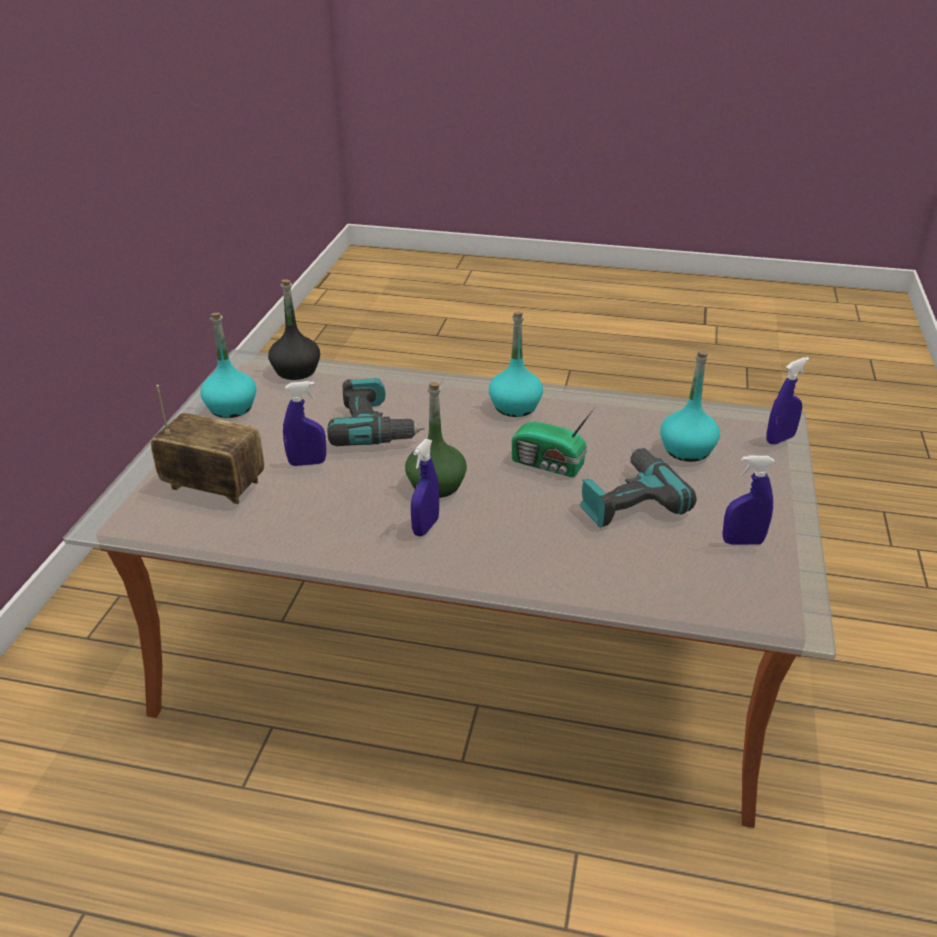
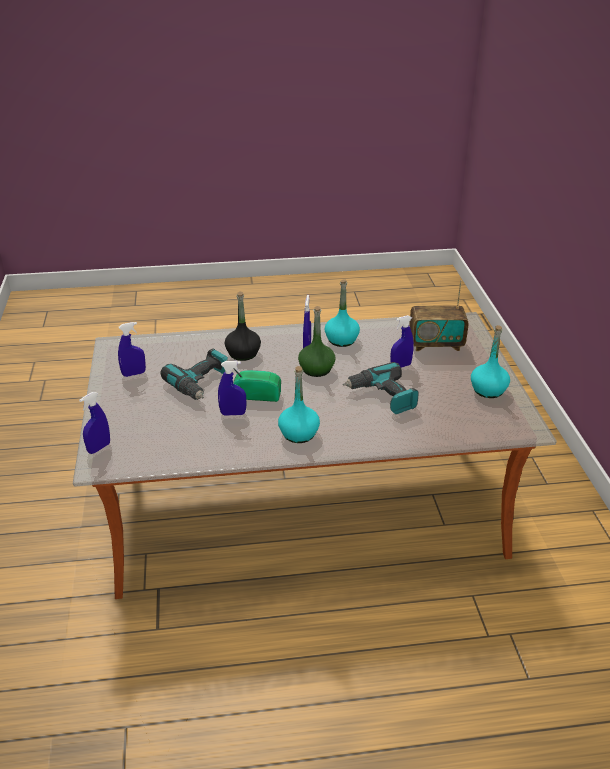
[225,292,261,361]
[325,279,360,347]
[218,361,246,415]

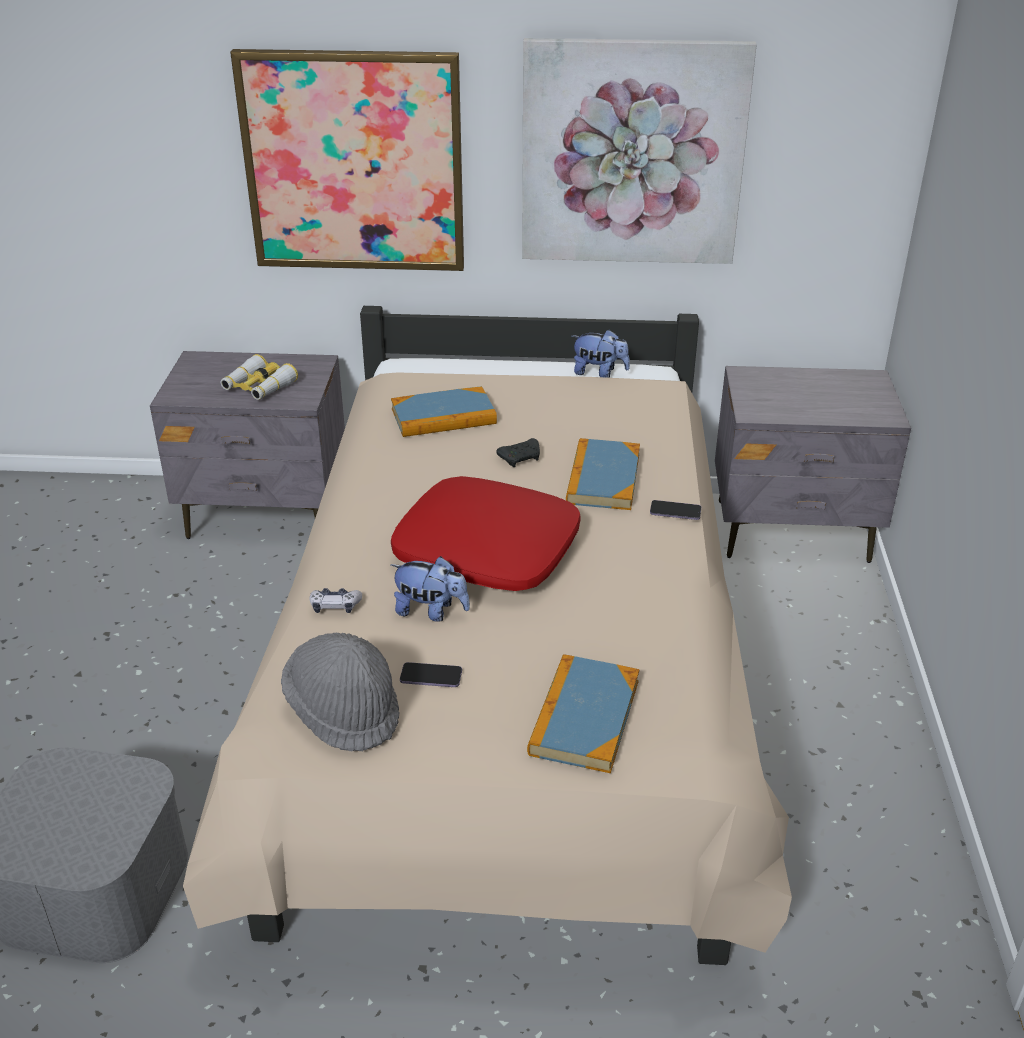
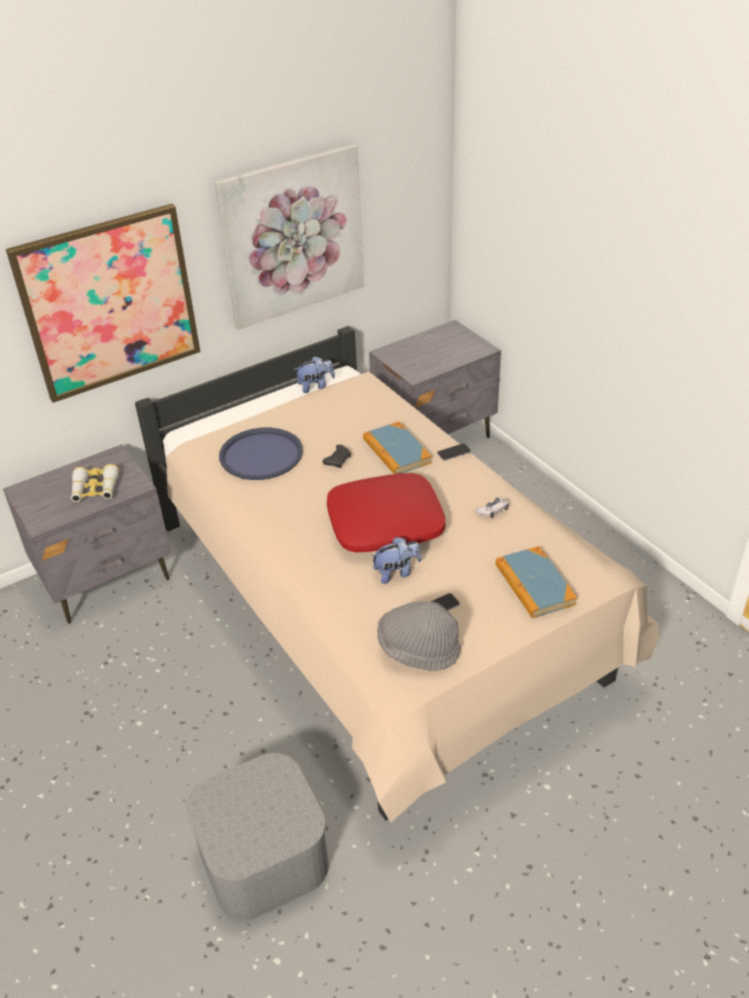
[219,428,303,480]
[475,497,509,518]

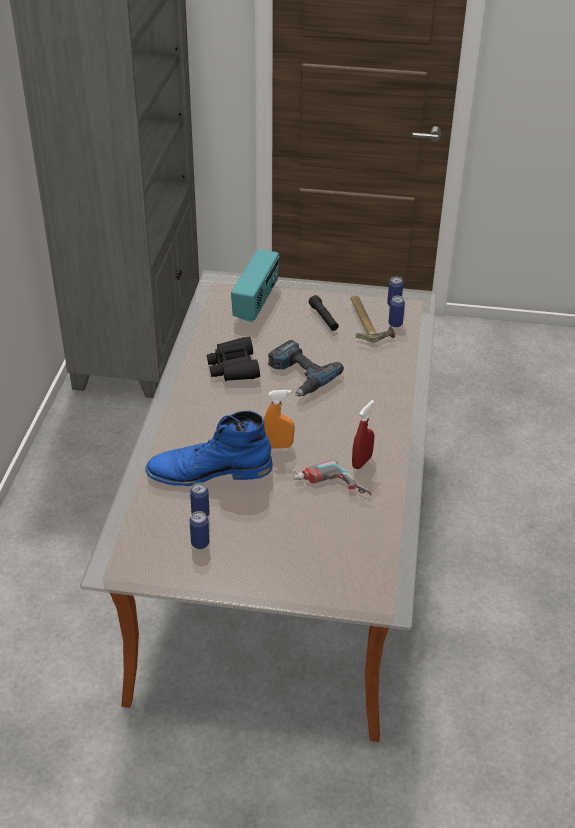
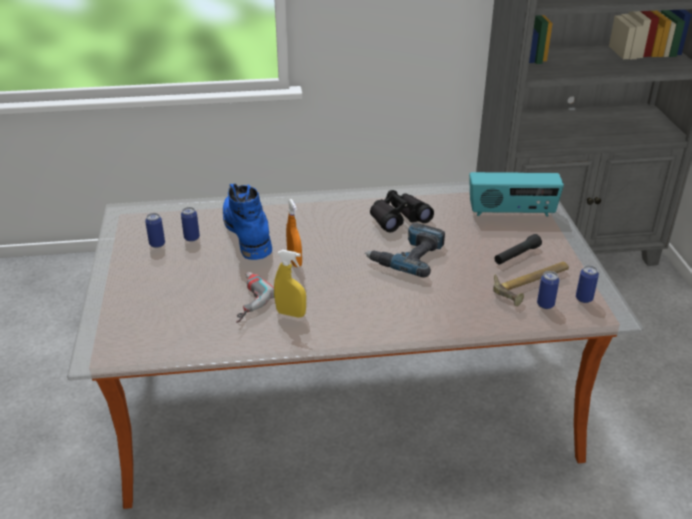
[274,250,306,318]

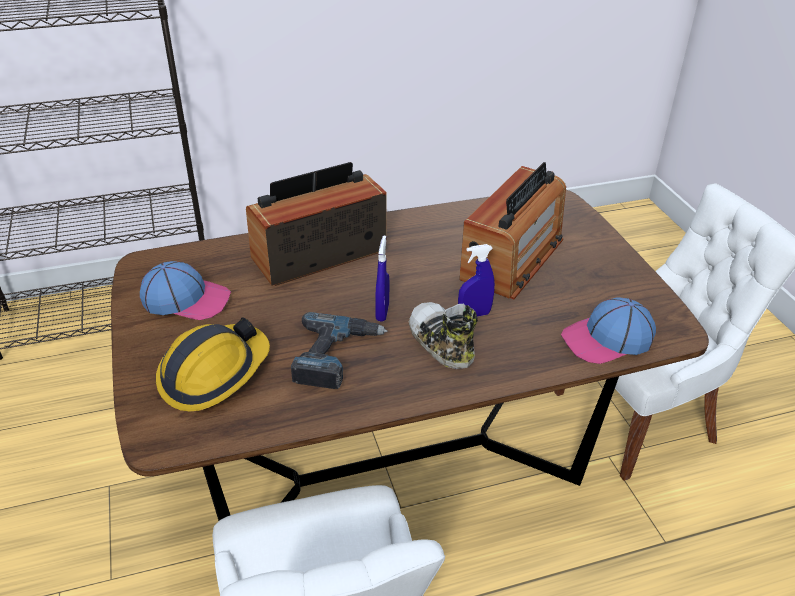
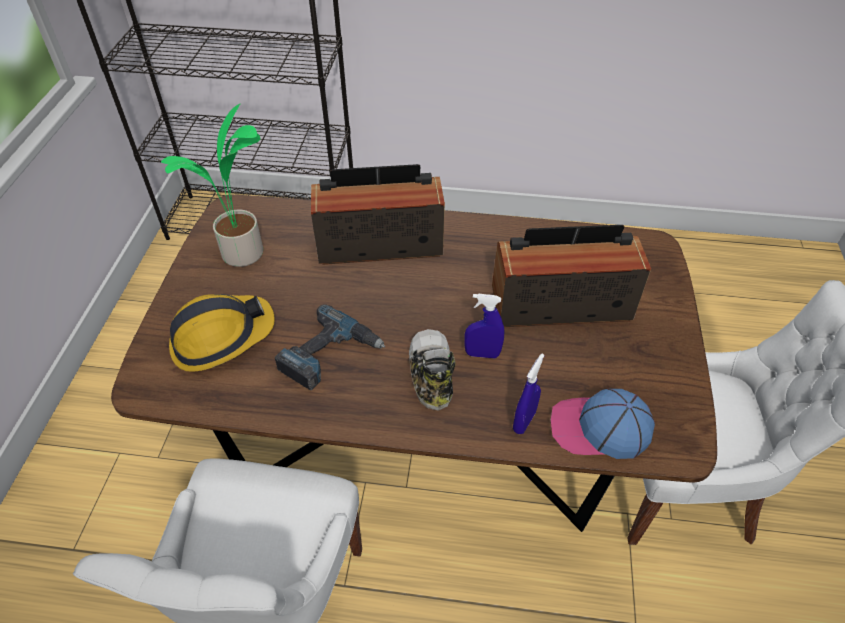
[492,225,651,327]
[513,354,545,434]
[161,103,263,267]

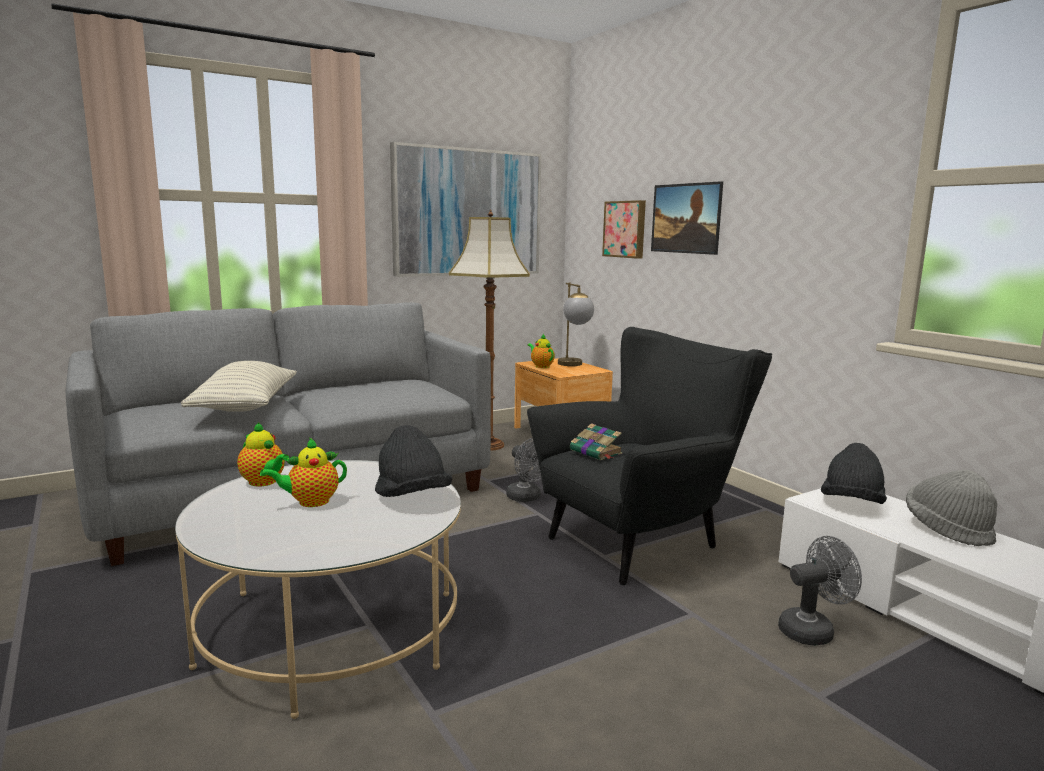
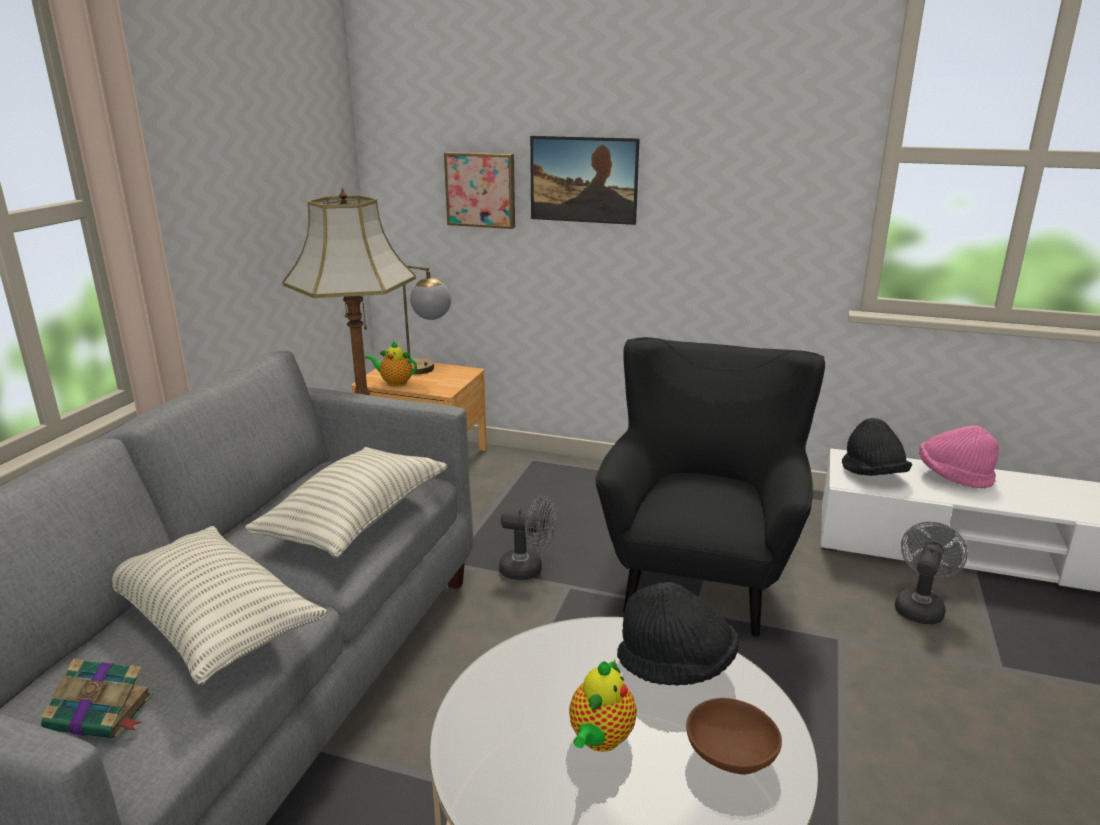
[390,142,541,277] (first image)
[237,422,289,486] (first image)
[41,659,153,738]
[919,425,999,488]
[245,447,447,558]
[686,698,782,775]

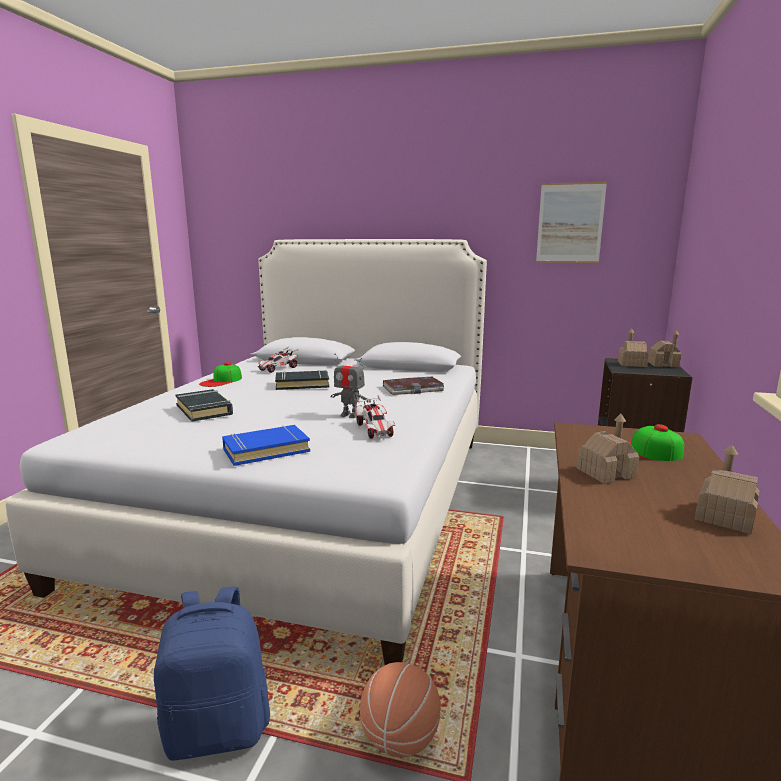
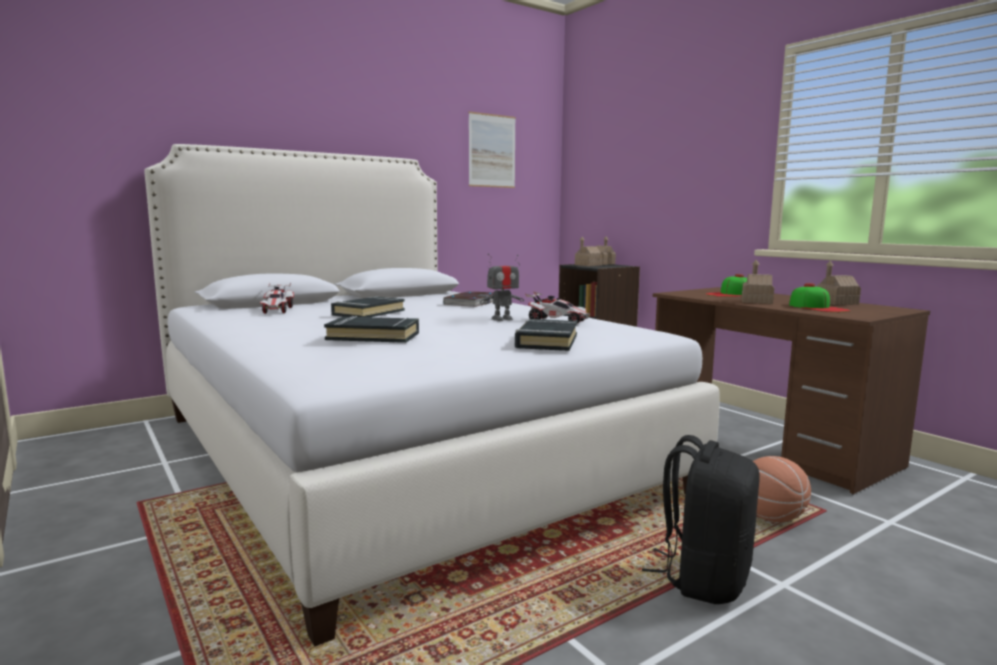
[789,283,850,312]
[515,319,577,351]
[642,435,760,604]

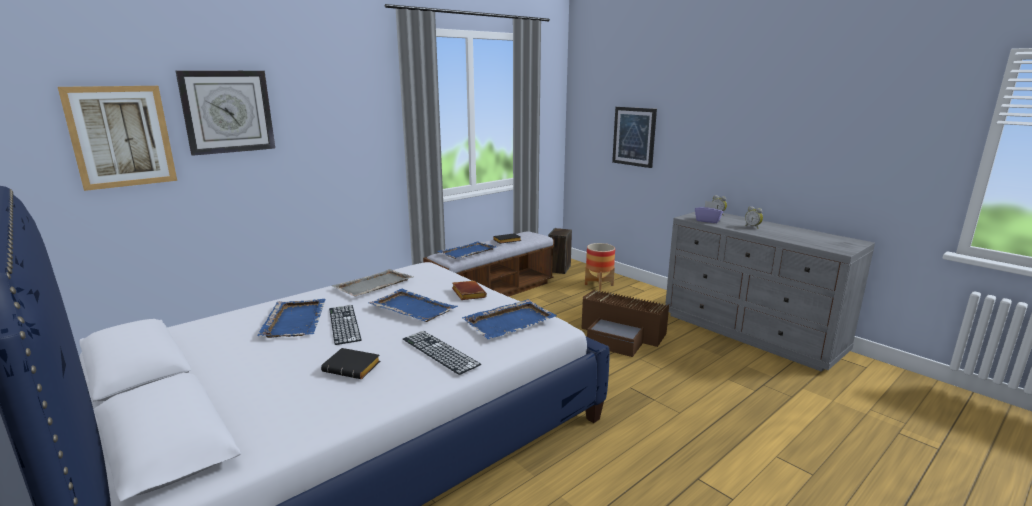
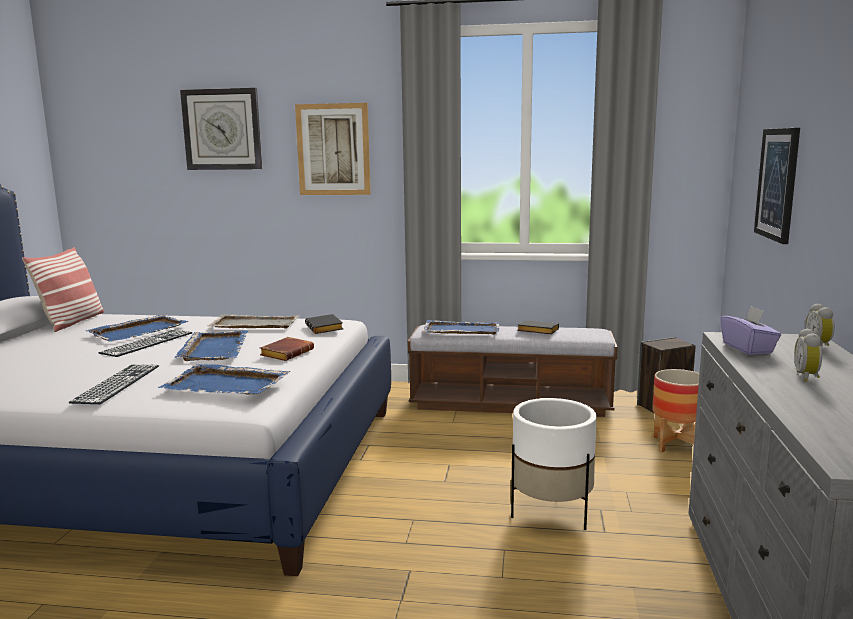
[295,103,371,195]
[511,398,597,530]
[305,314,343,334]
[22,247,104,332]

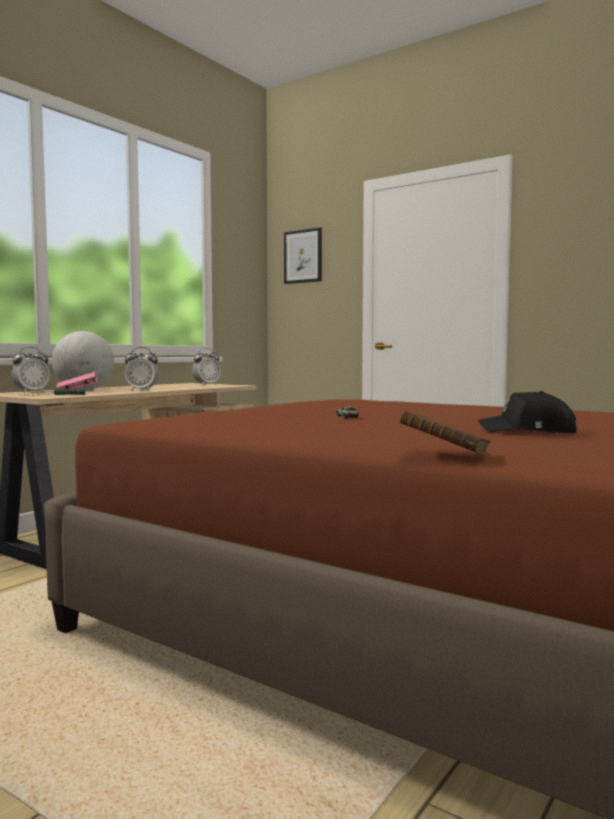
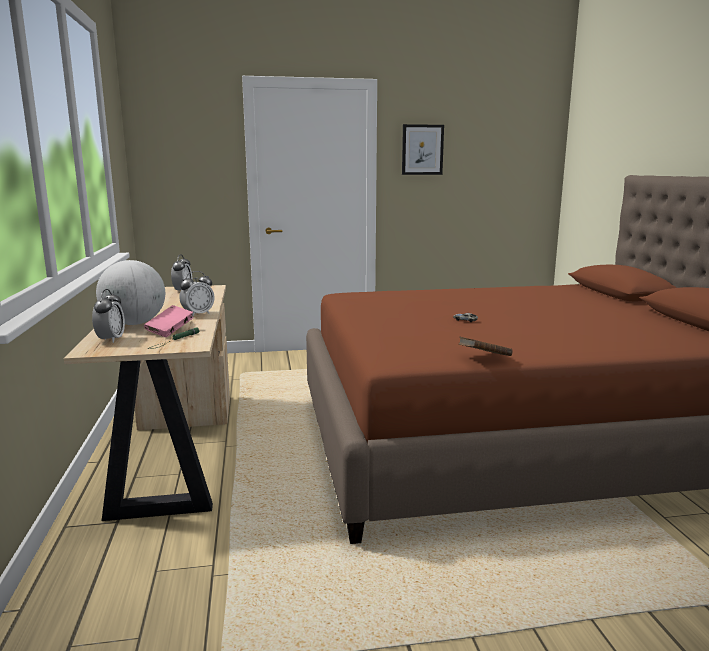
[402,124,444,175]
[478,391,577,433] (first image)
[459,337,513,356]

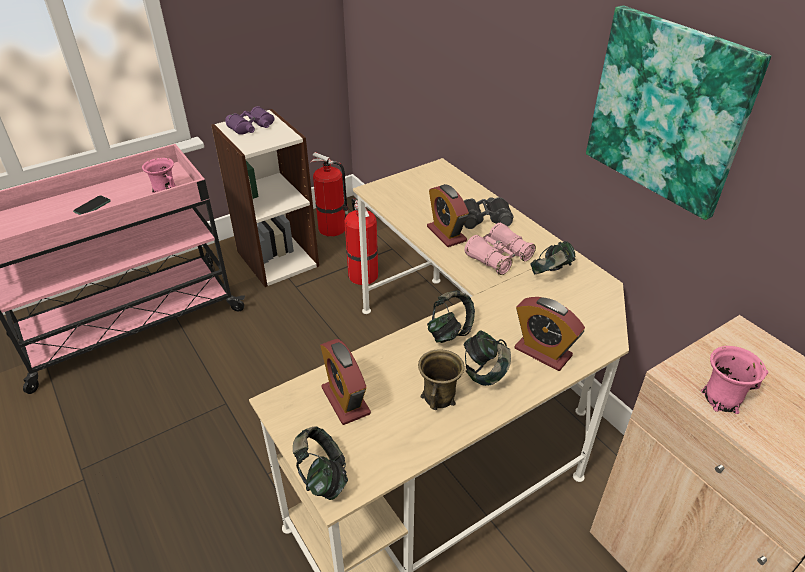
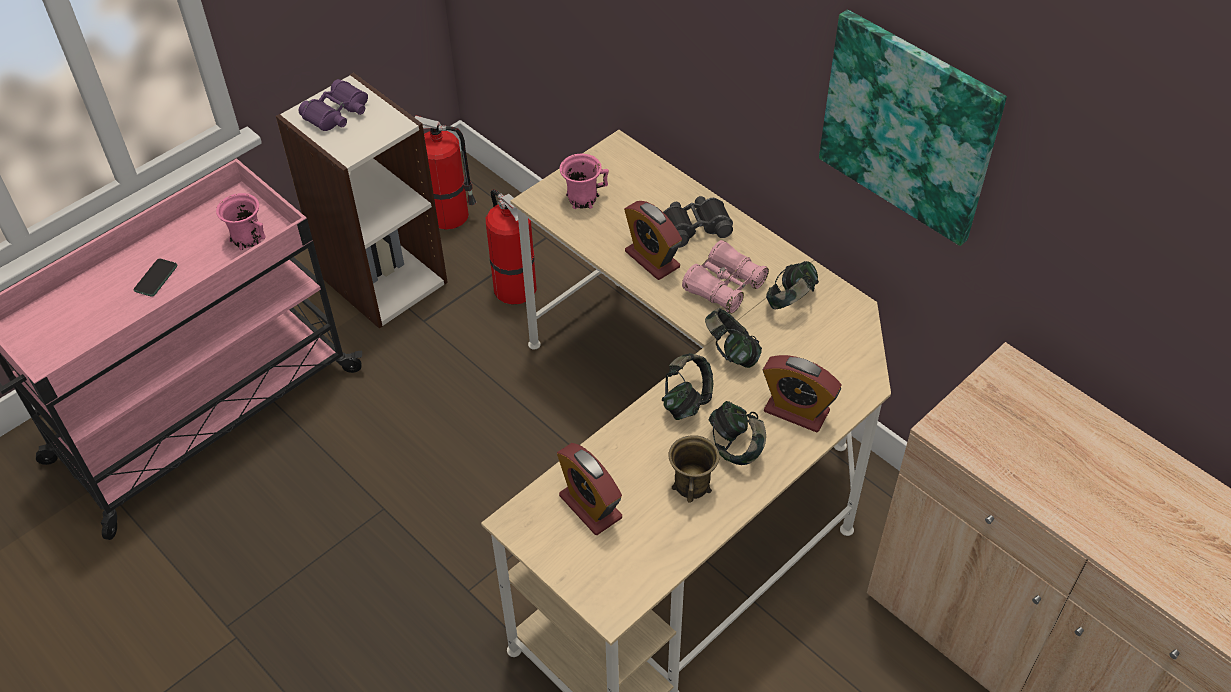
[560,154,609,209]
[705,308,762,368]

